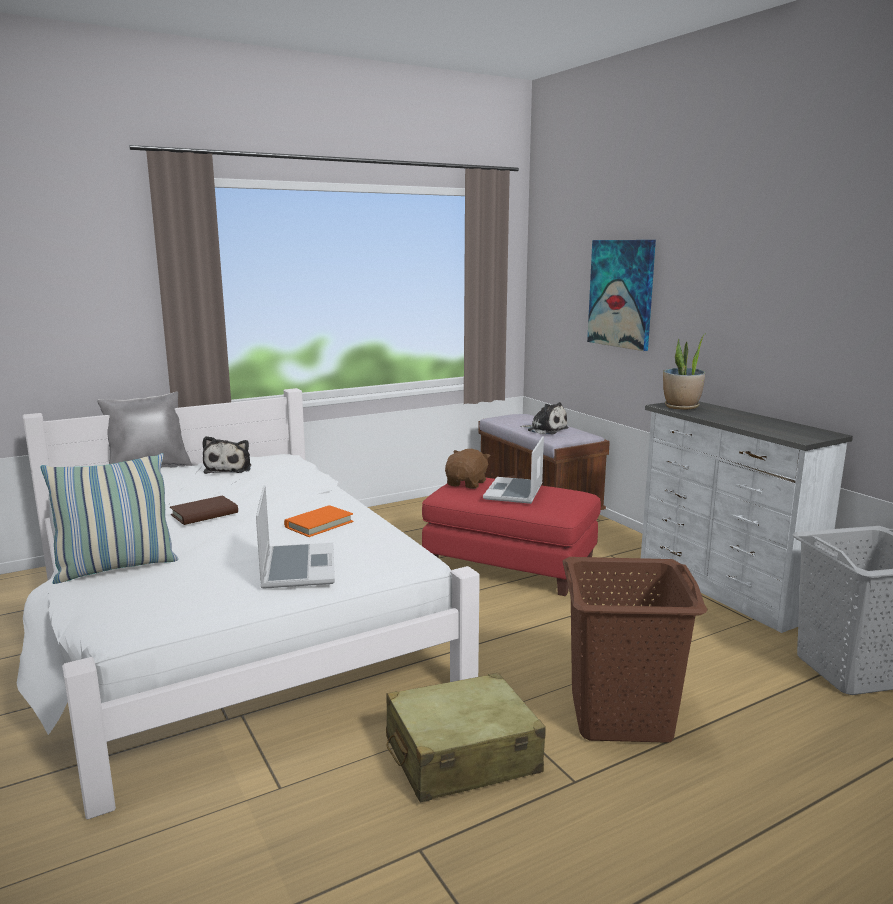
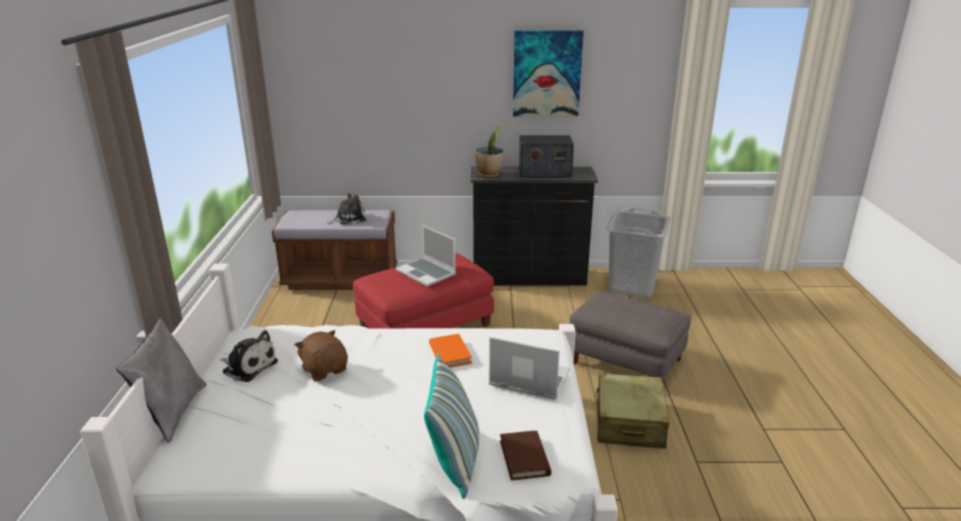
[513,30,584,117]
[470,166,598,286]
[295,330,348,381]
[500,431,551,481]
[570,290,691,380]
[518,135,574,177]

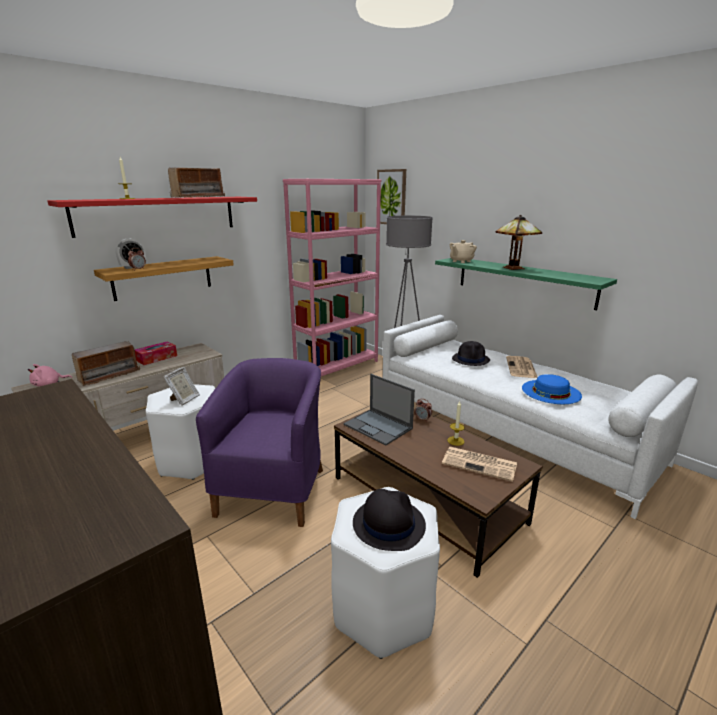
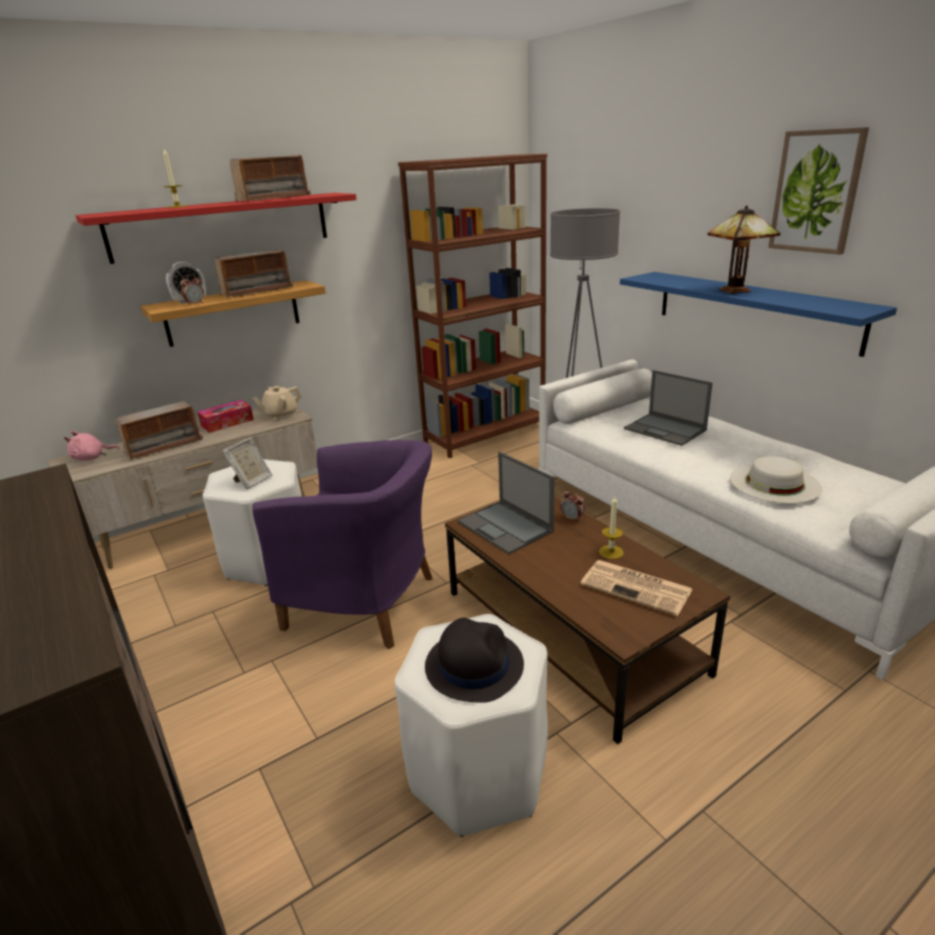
[768,127,869,255]
[398,154,547,458]
[252,386,302,420]
[620,272,897,357]
[624,370,712,446]
[506,356,538,378] (first image)
[252,440,433,649]
[730,456,822,504]
[214,249,293,298]

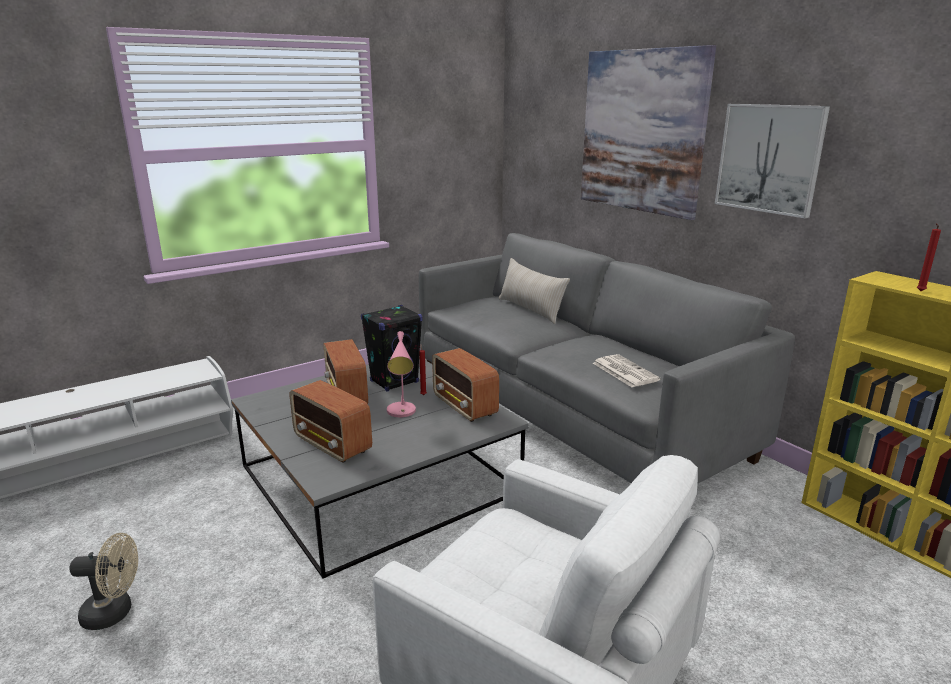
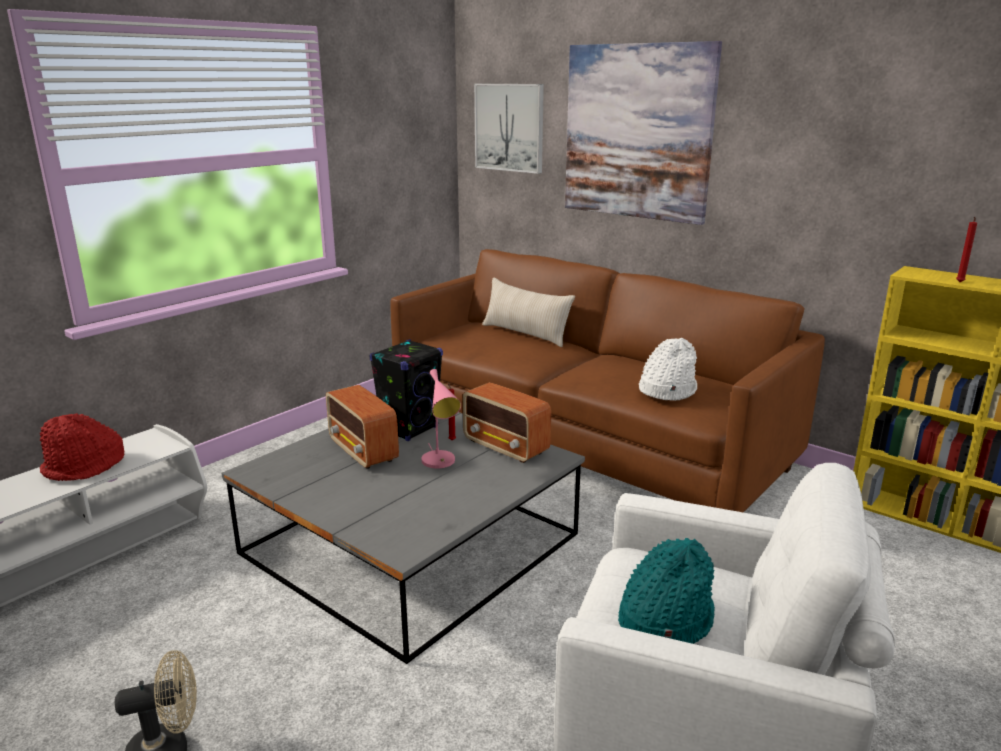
[474,84,544,174]
[390,249,825,512]
[639,338,697,401]
[290,380,372,463] (first image)
[40,413,124,481]
[618,538,715,644]

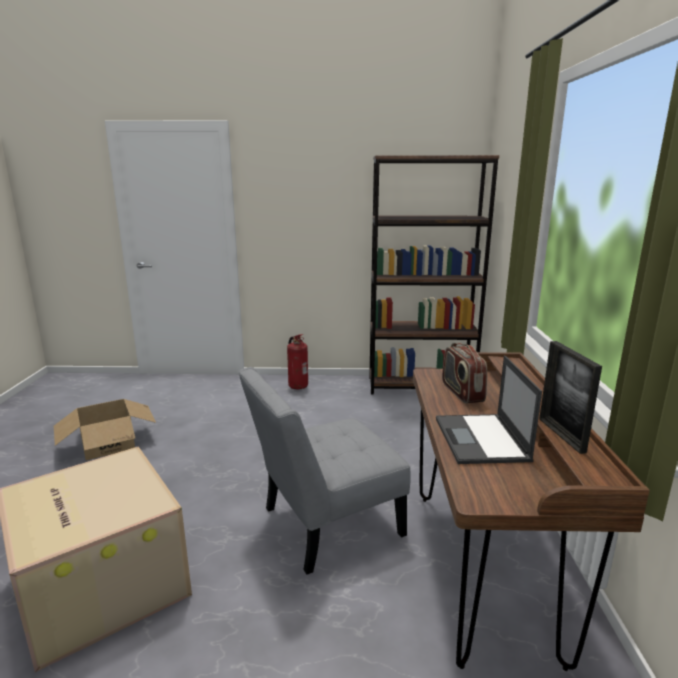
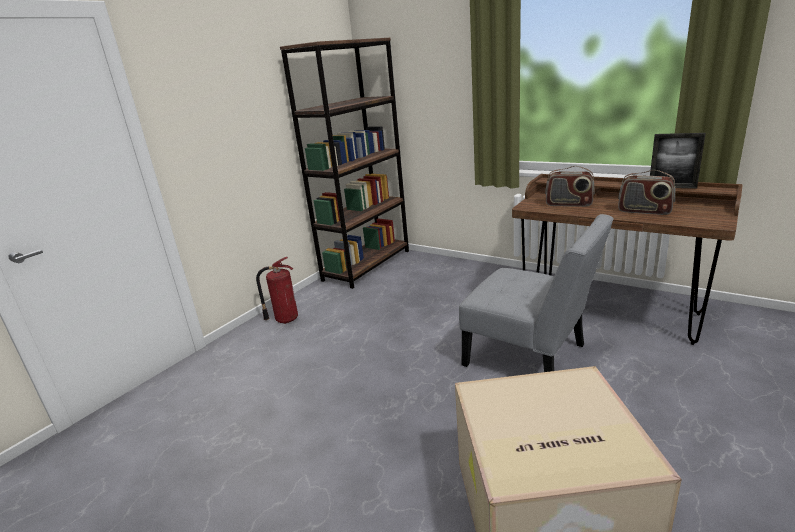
[618,170,675,215]
[459,214,614,372]
[54,399,156,460] (first image)

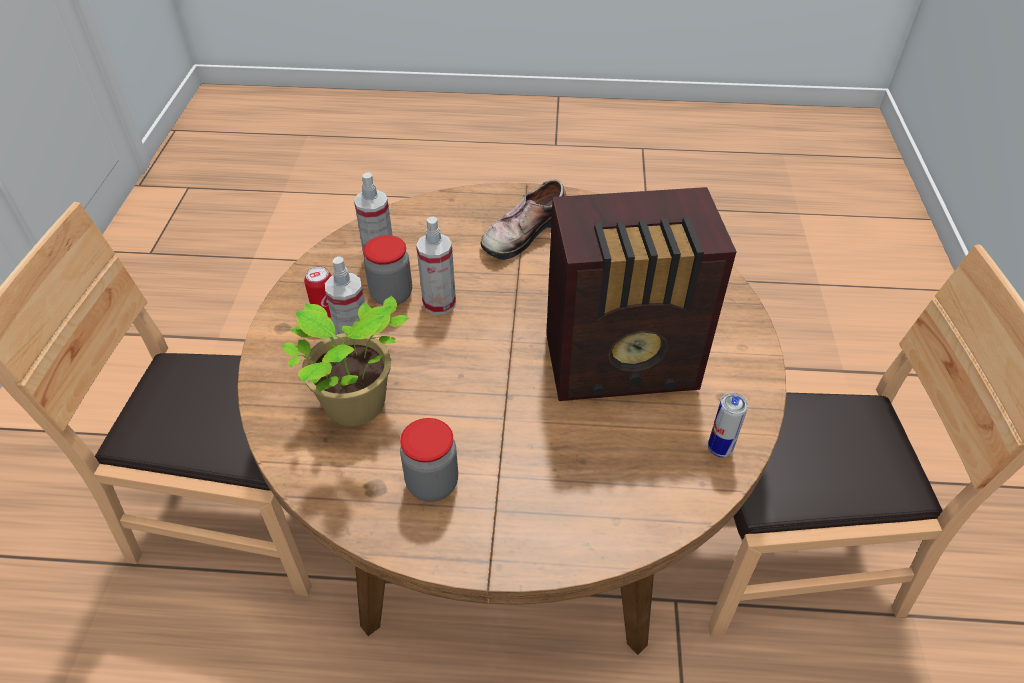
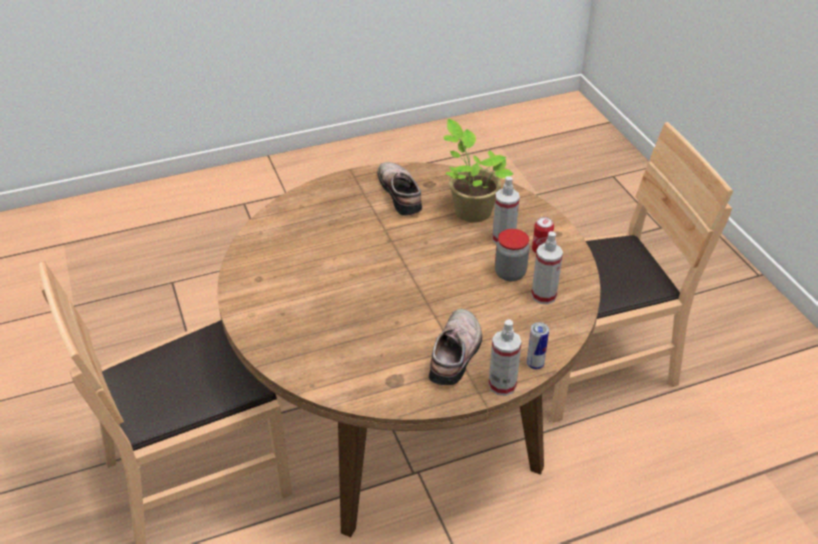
[546,187,736,401] (first image)
[489,320,522,396]
[527,322,549,370]
[377,162,422,216]

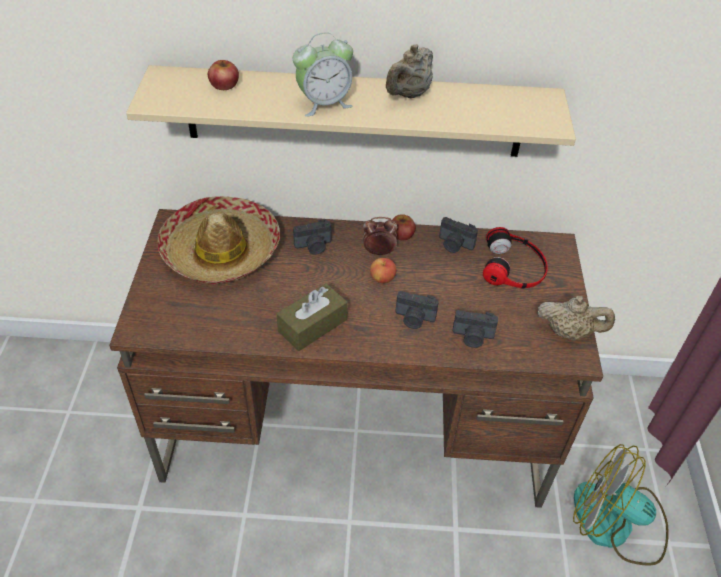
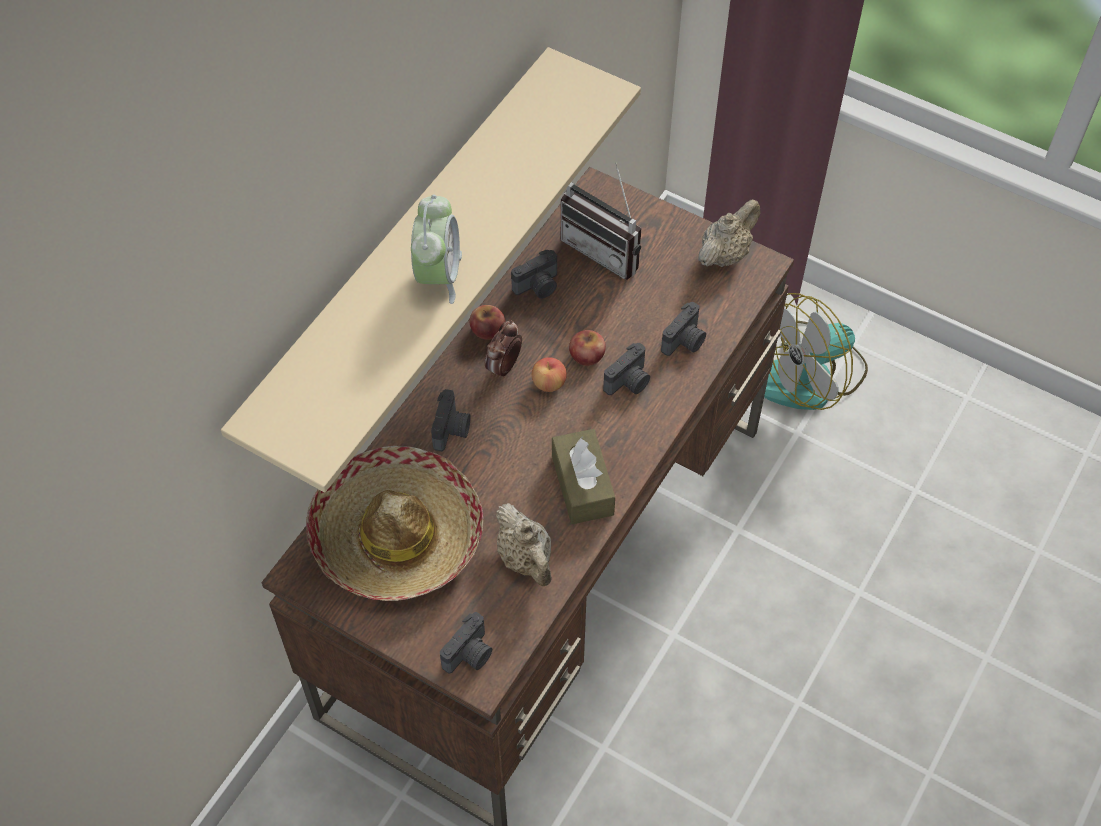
[495,503,552,586]
[569,330,606,366]
[561,162,641,280]
[440,612,492,673]

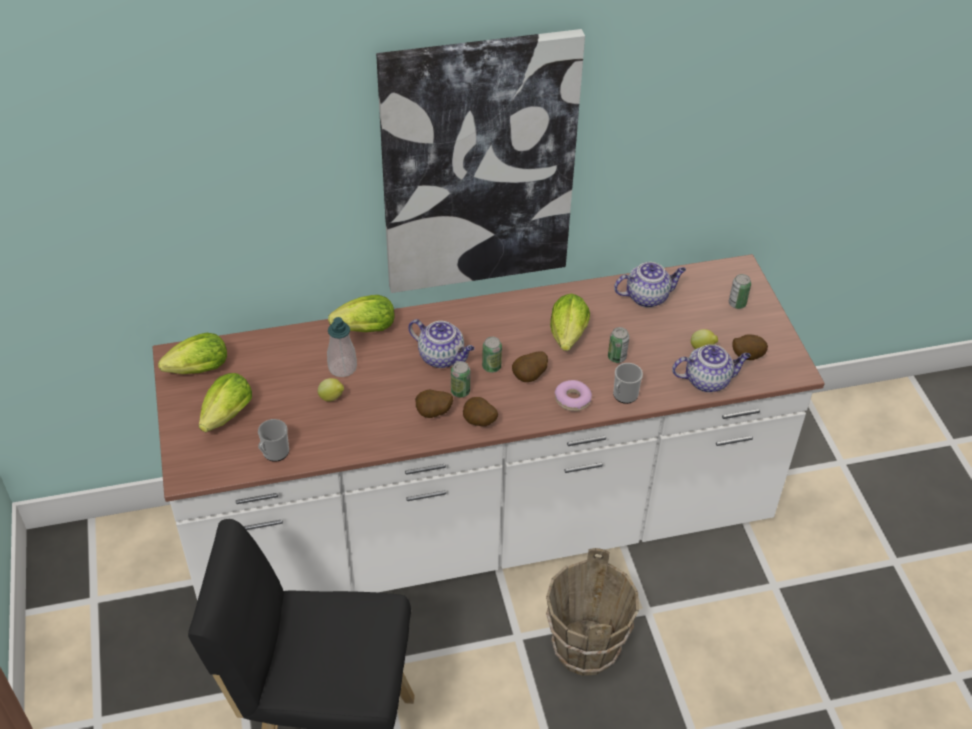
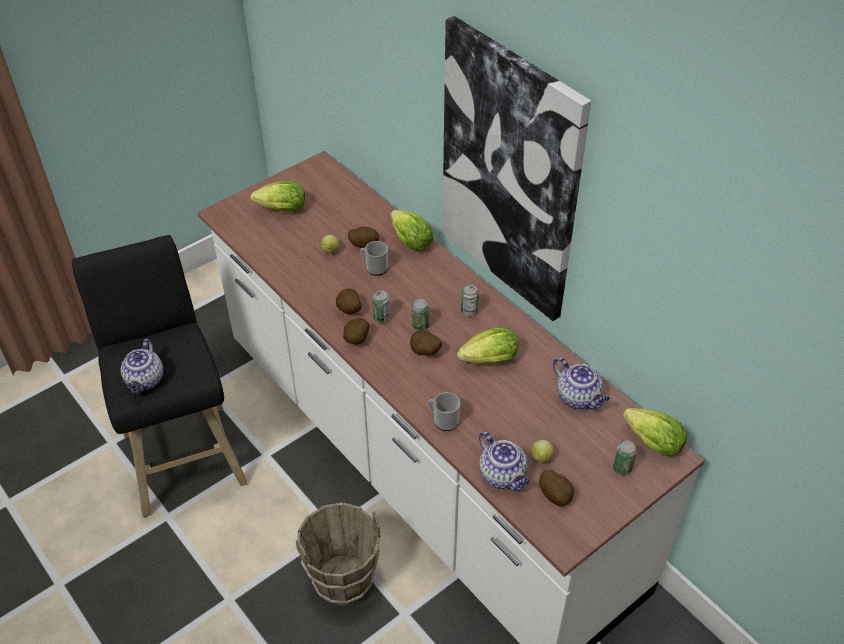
[348,227,379,248]
[120,339,163,394]
[461,284,479,316]
[622,408,687,456]
[554,380,592,411] (first image)
[360,241,388,275]

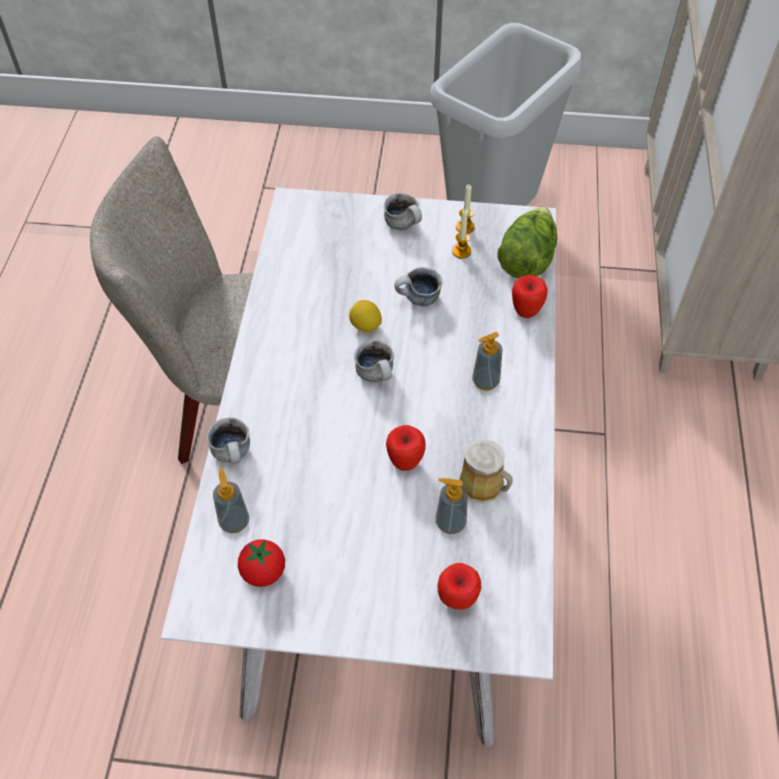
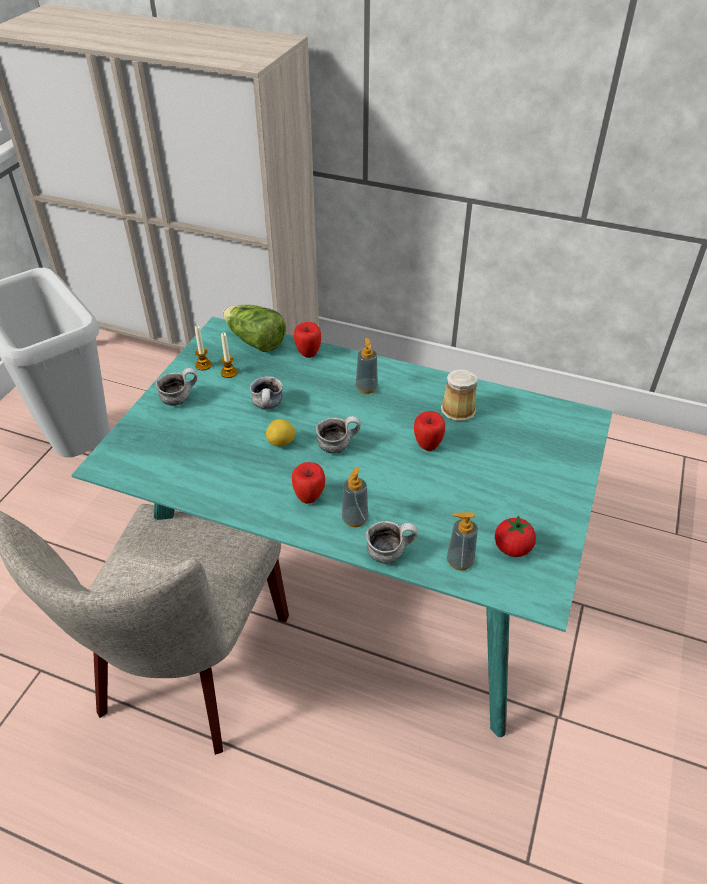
[71,317,613,737]
[342,467,368,527]
[292,462,325,504]

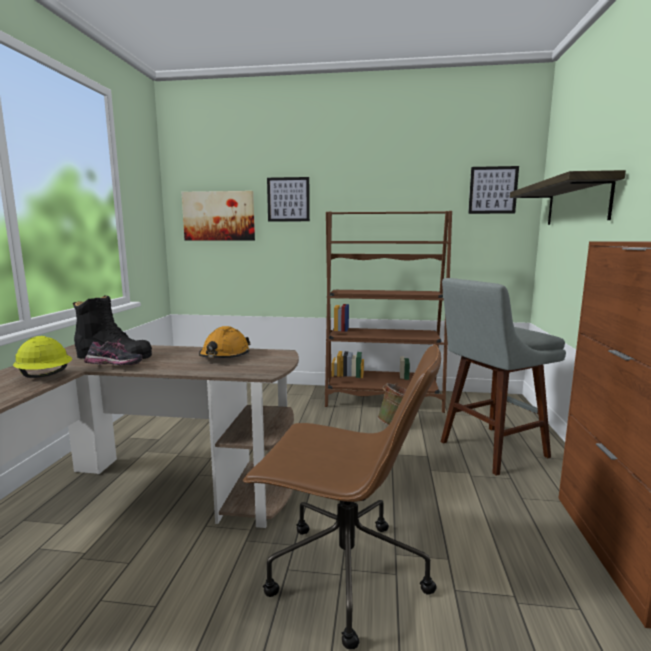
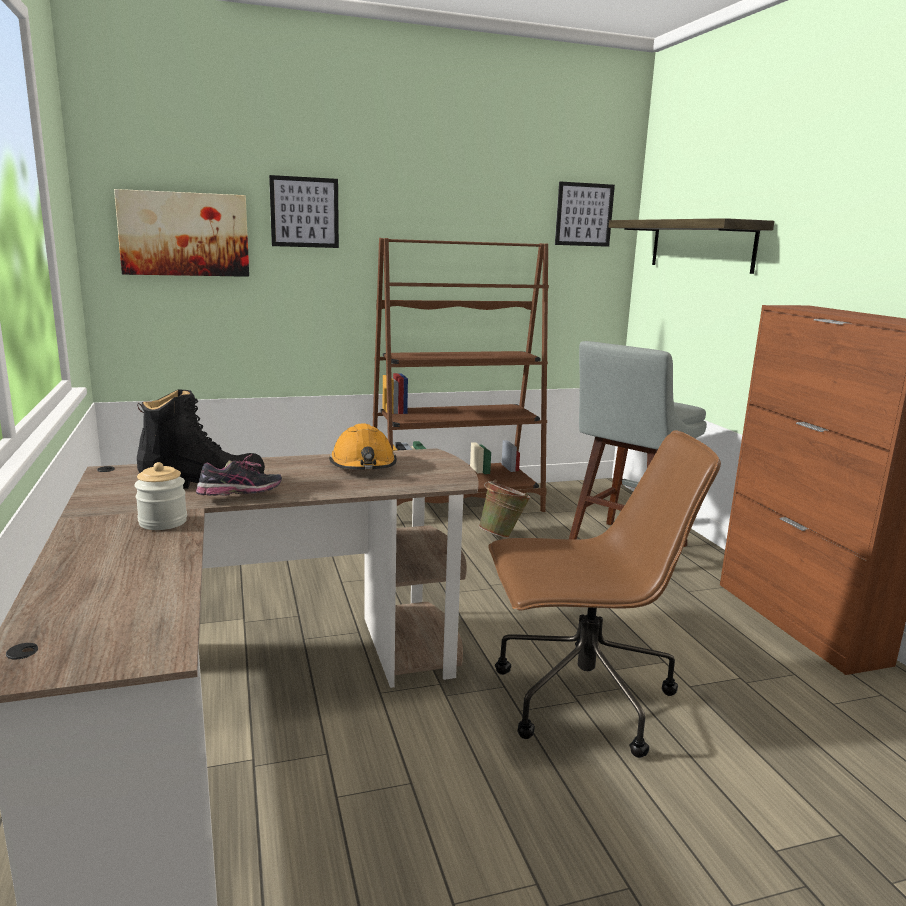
[134,462,187,530]

